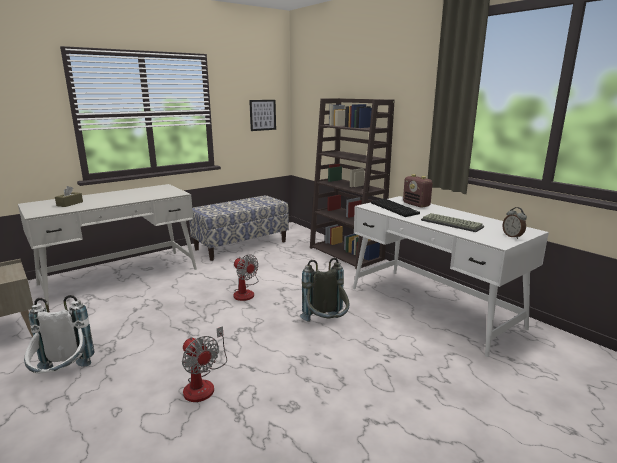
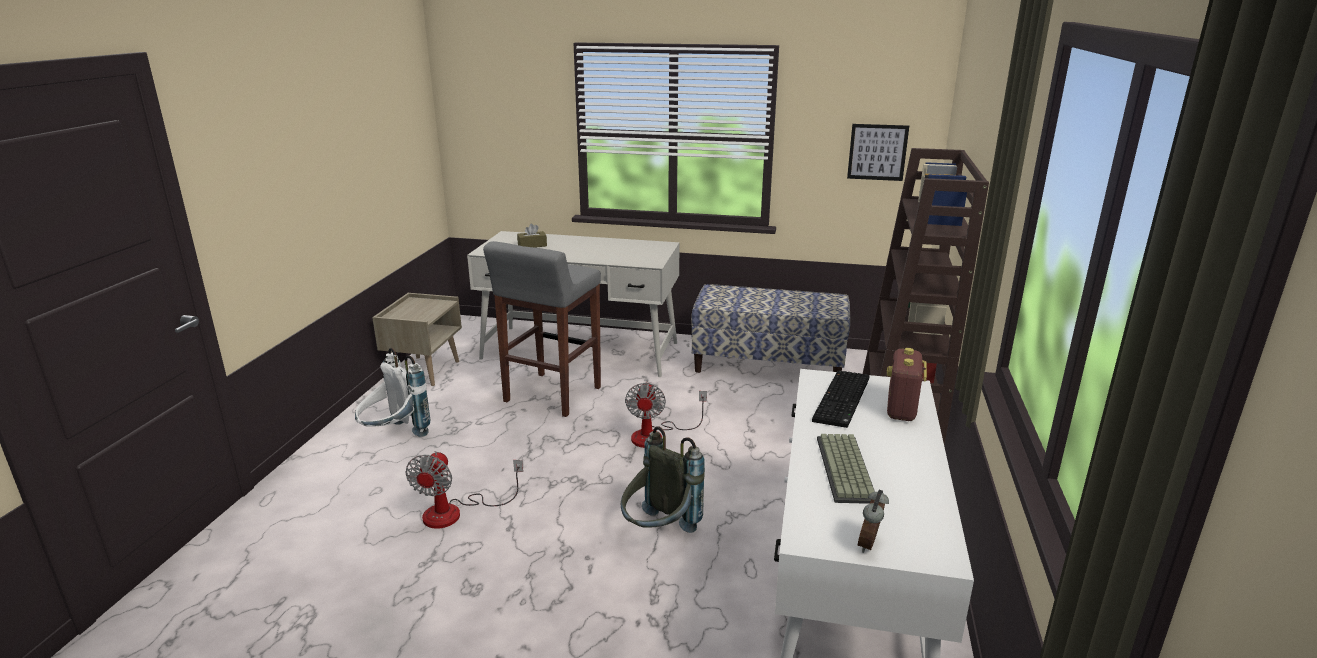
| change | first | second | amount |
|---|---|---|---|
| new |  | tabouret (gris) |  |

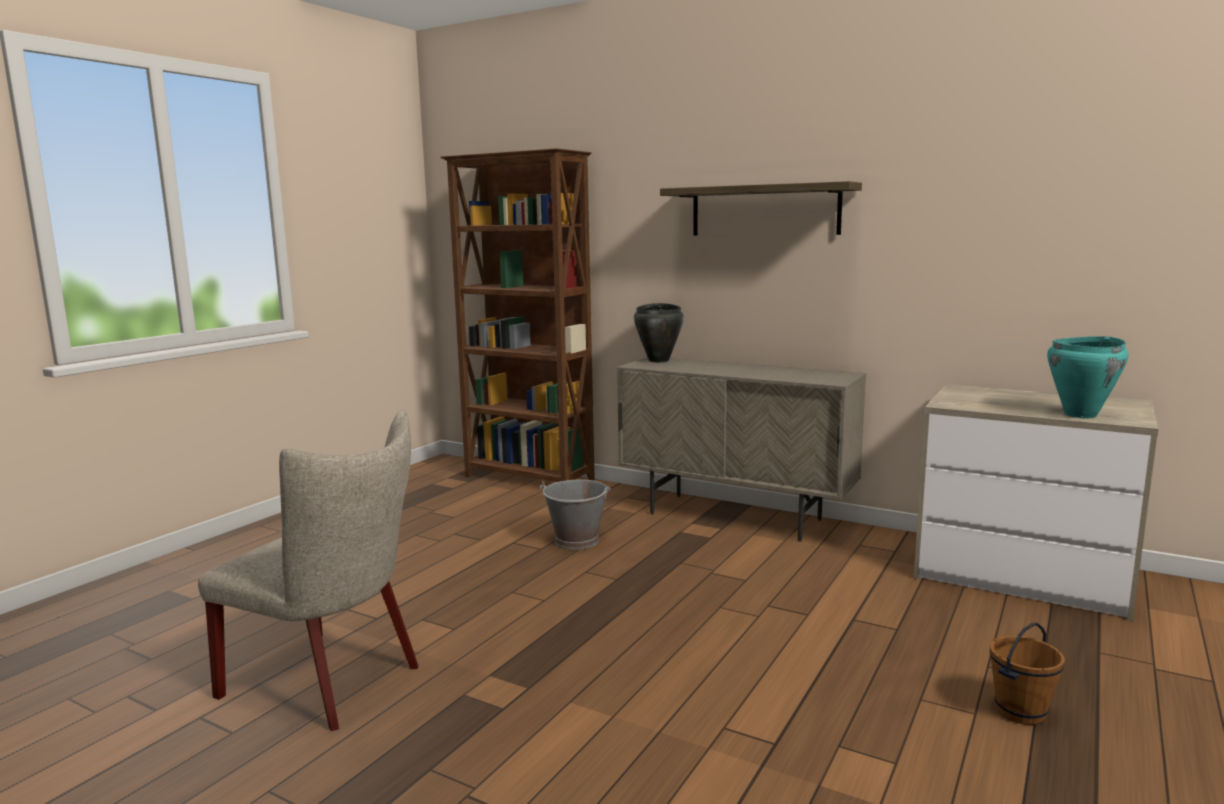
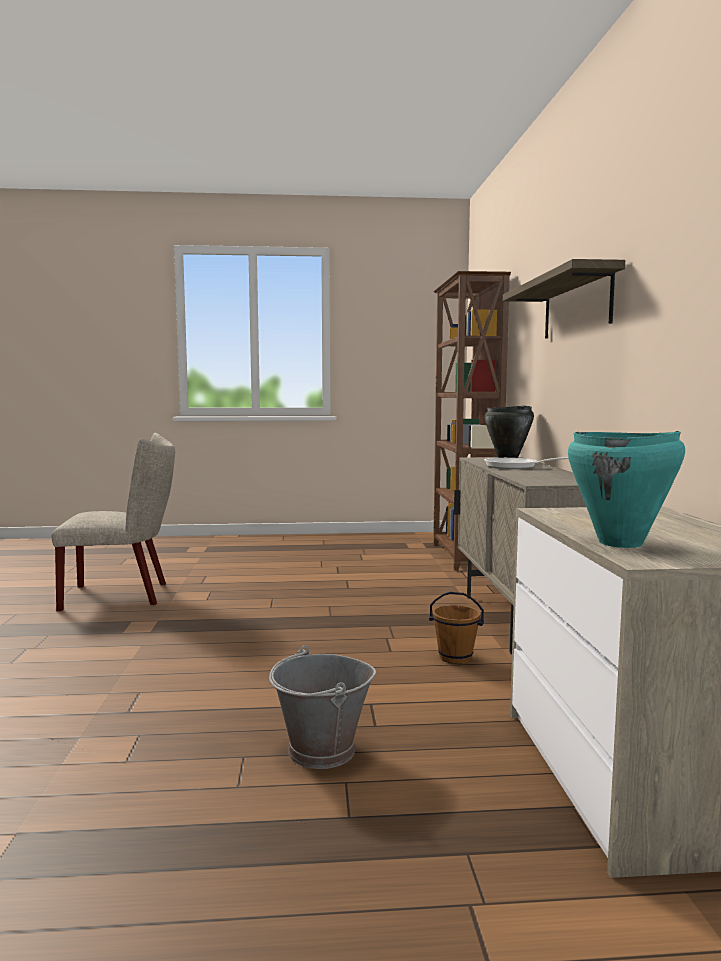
| change | first | second | amount |
|---|---|---|---|
| rotated | chaise (beige) |  | 90 degrees counterclockwise |
| shifted | seau (gris) |  |  |
| shifted | seau (marron) |  |  |
| new |  | poêle |  |

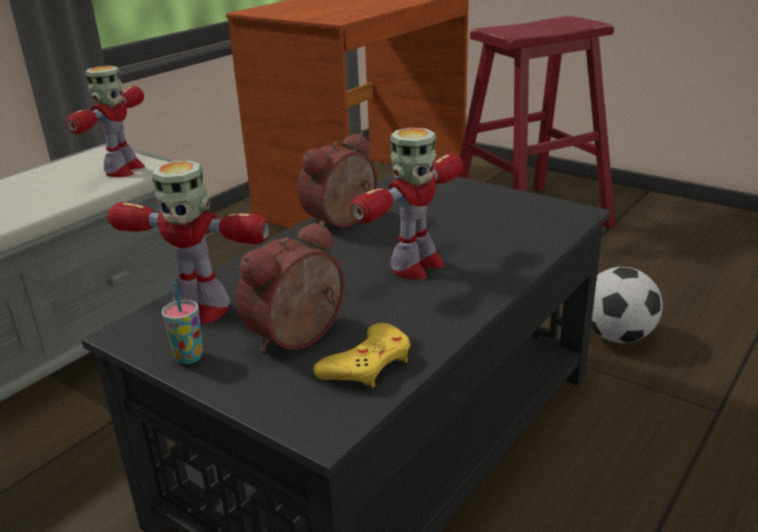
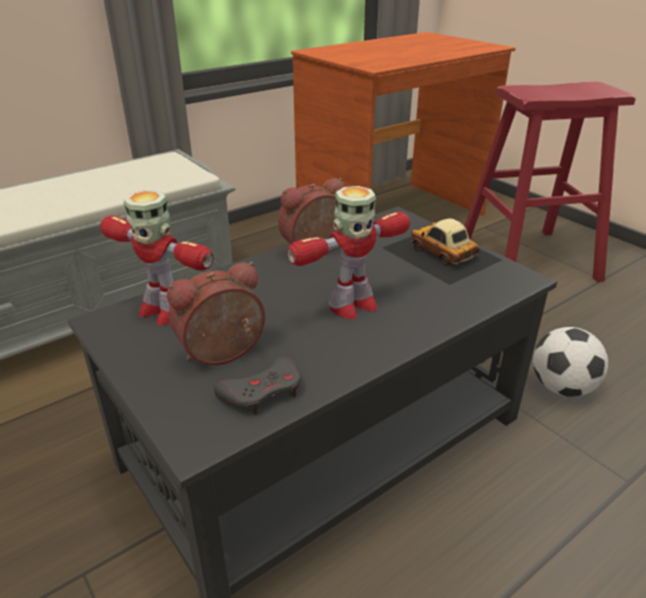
| change | first | second | amount |
|---|---|---|---|
| gone | robot jouet (no. 1 from left) |  |  |
| gone | tasse |  |  |
| repainted | manette (jaune) | manette (gris) |  |
| new |  | petite voiture |  |

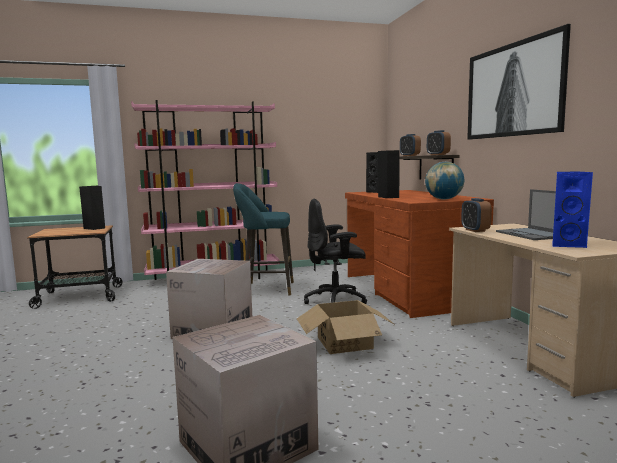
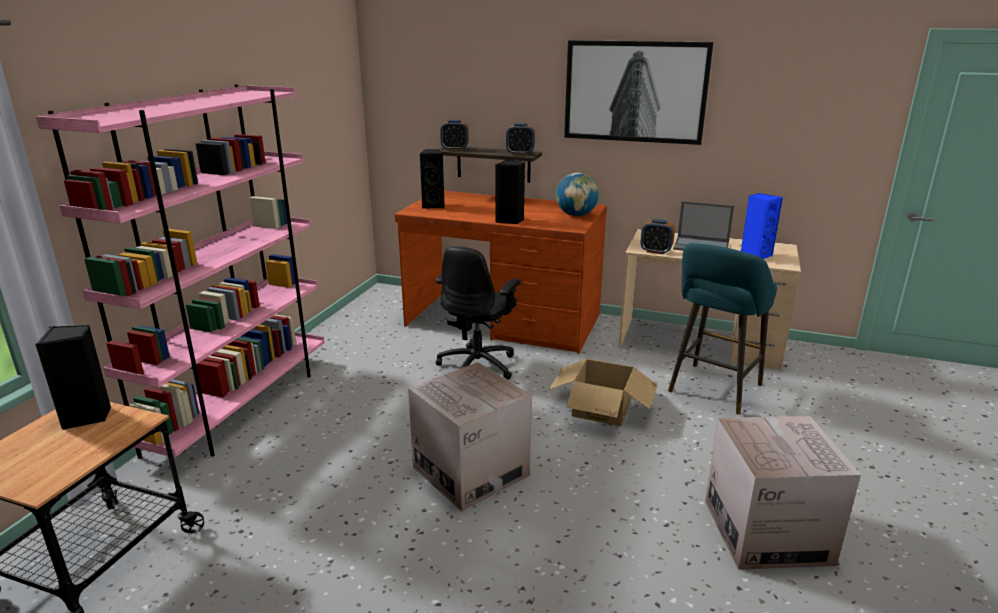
| change | first | second | amount |
|---|---|---|---|
| shifted | tabouret (turquoise) |  |  |

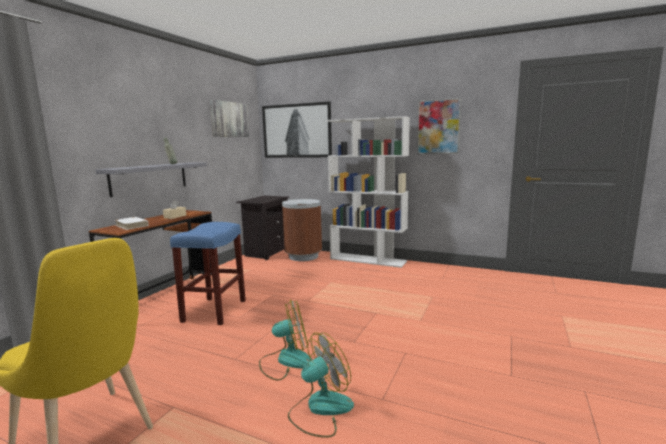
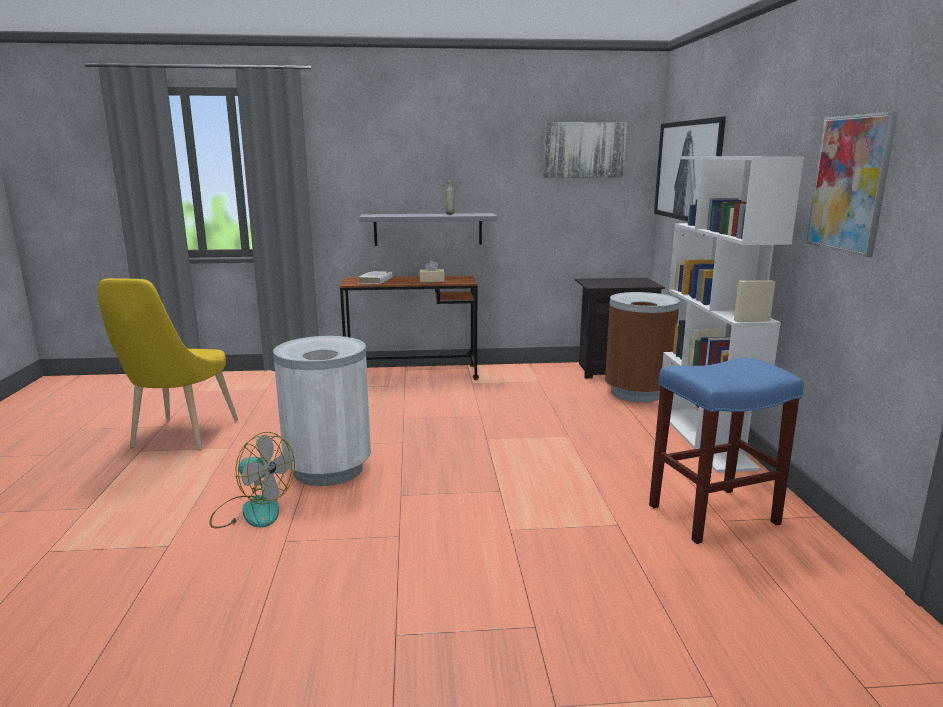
| change | first | second | amount |
|---|---|---|---|
| shifted | tabouret (bleu) |  |  |
| swapped | ventilateur (no. 1 from left) | poubelle (blanc) |  |

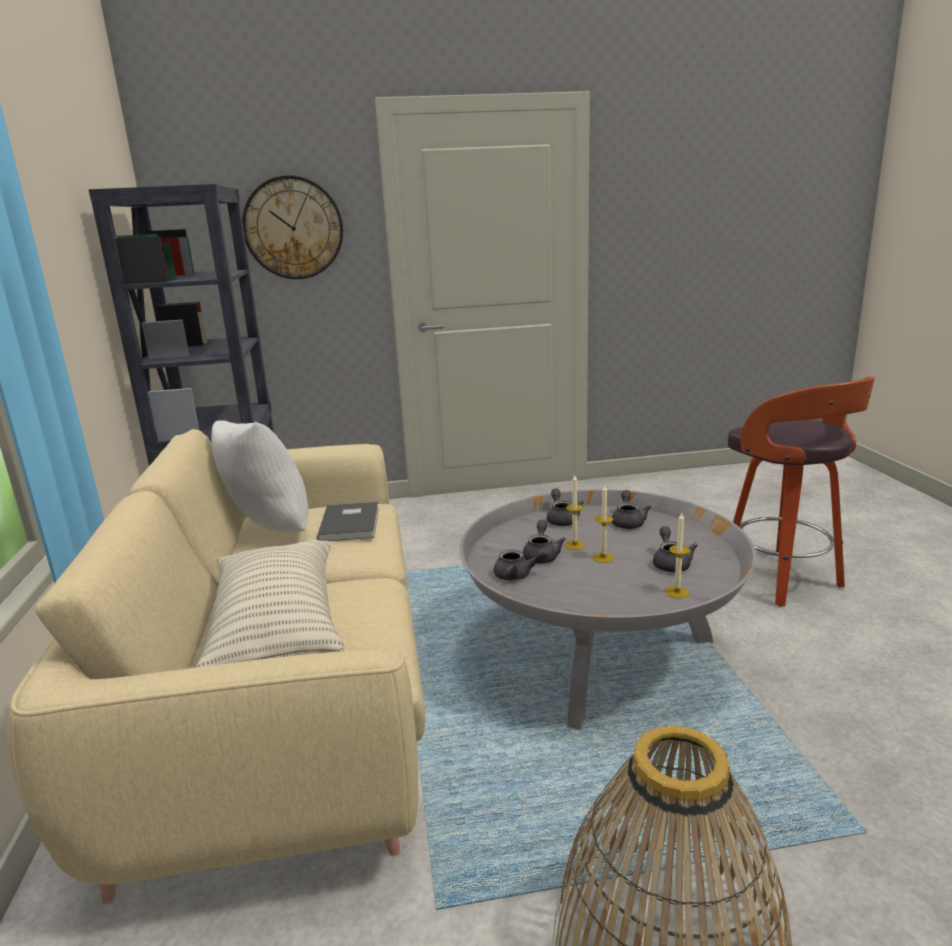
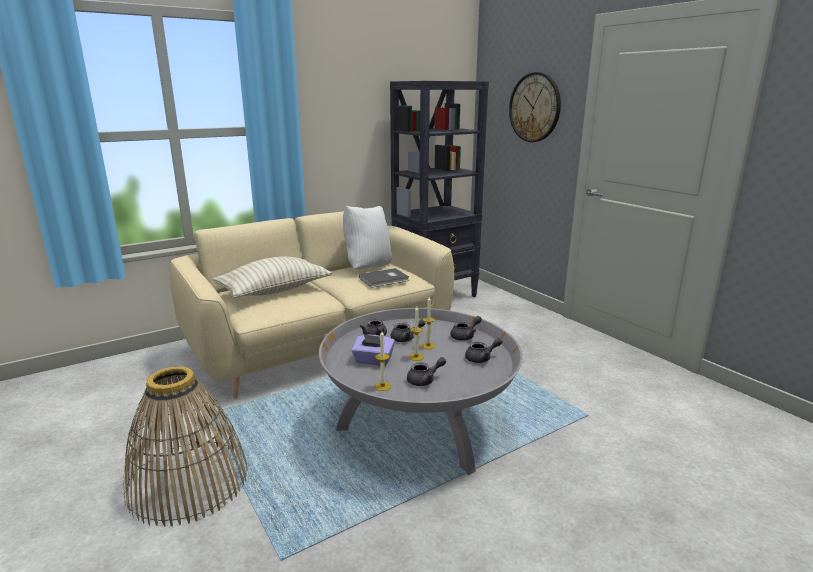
| change | first | second | amount |
|---|---|---|---|
| gone | tabouret |  |  |
| new |  | boîte à mouchoirs (violet) |  |

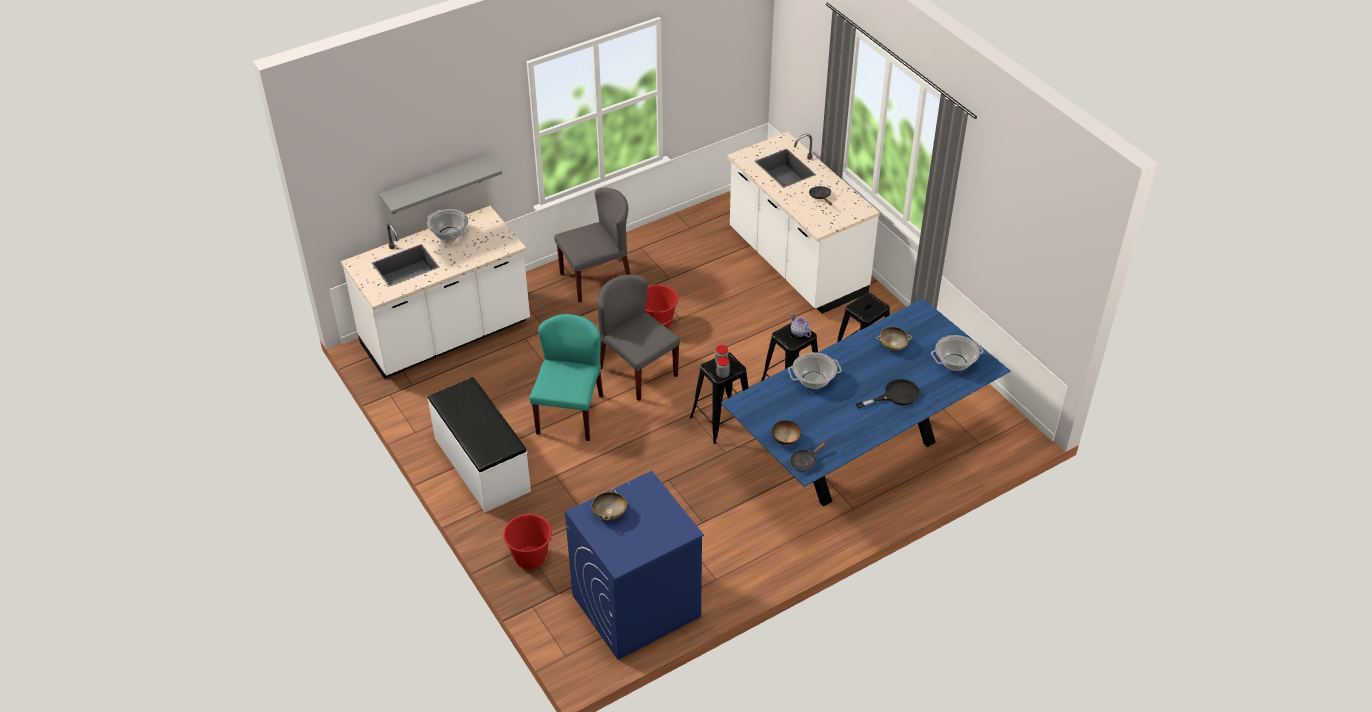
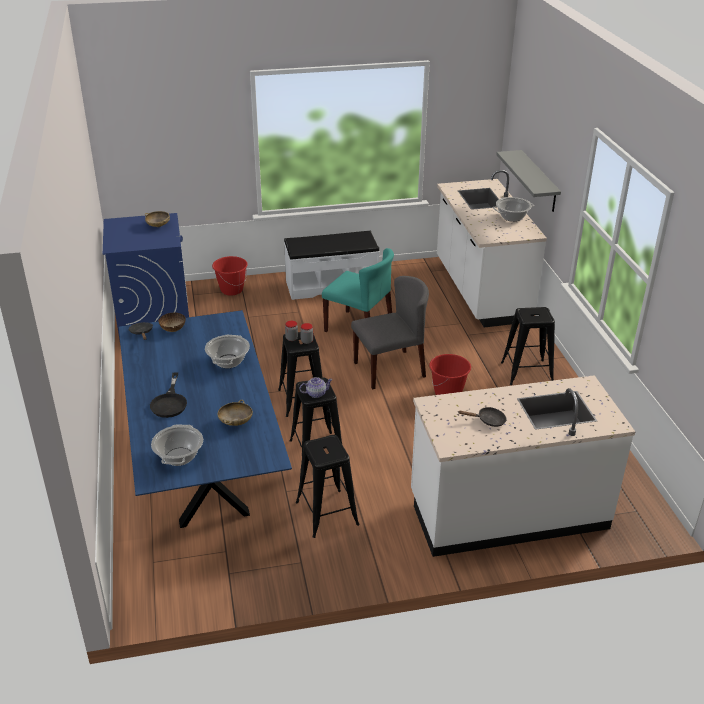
| change | first | second | amount |
|---|---|---|---|
| swapped | chaise (gris) (no. 1 from left) | tabouret (noir) (no. 4 from left) |  |

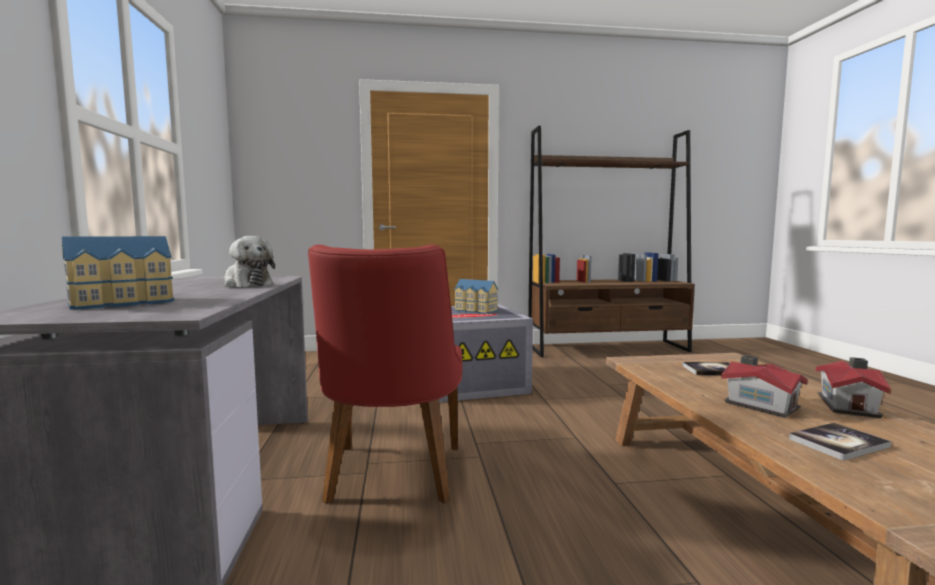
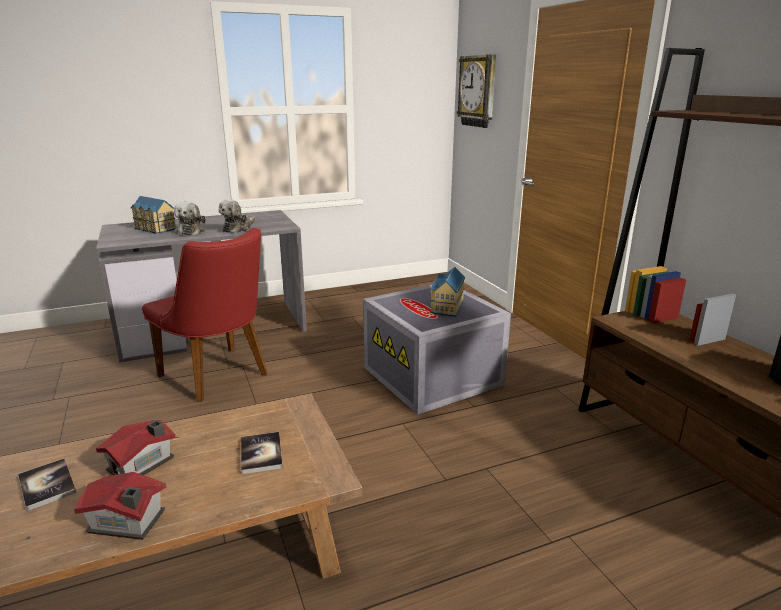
| change | first | second | amount |
|---|---|---|---|
| rotated | chaise (rouge) |  | 120 degrees counterclockwise |
| new |  | horloge murale |  |
| new |  | peluche (no. 1 from left) |  |

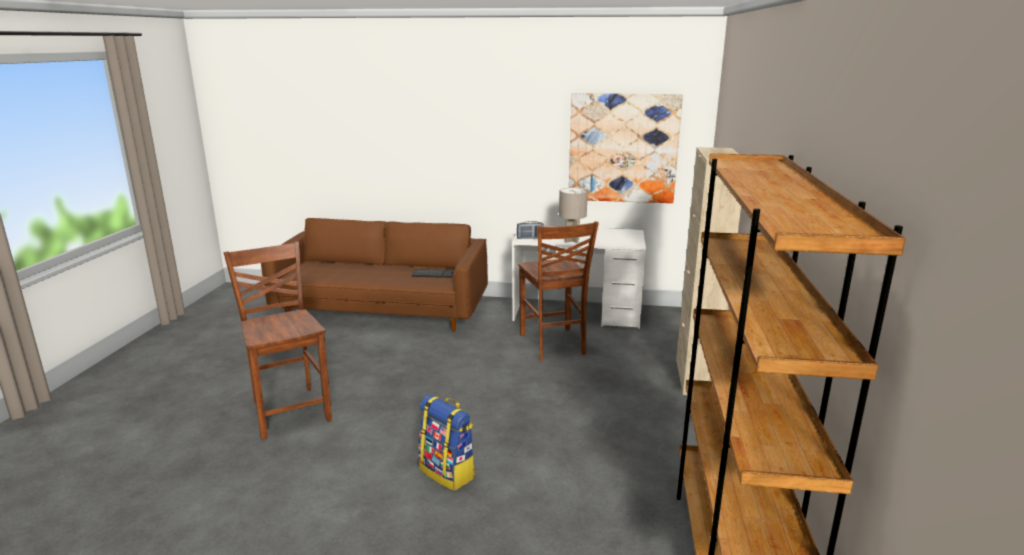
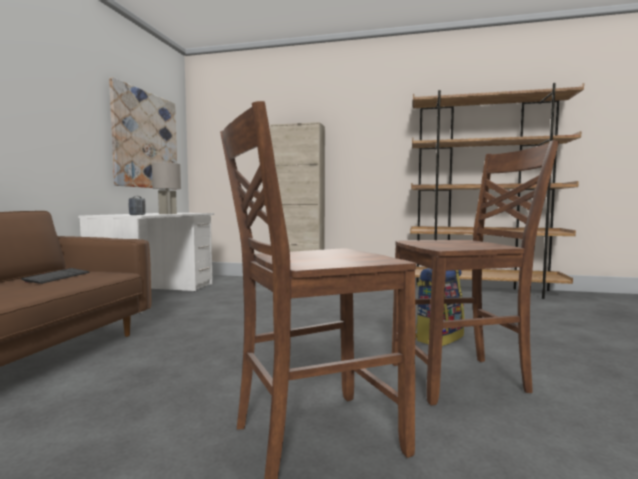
| change | first | second | amount |
|---|---|---|---|
| shifted | chaise (marron) (no. 2 from left) |  |  |

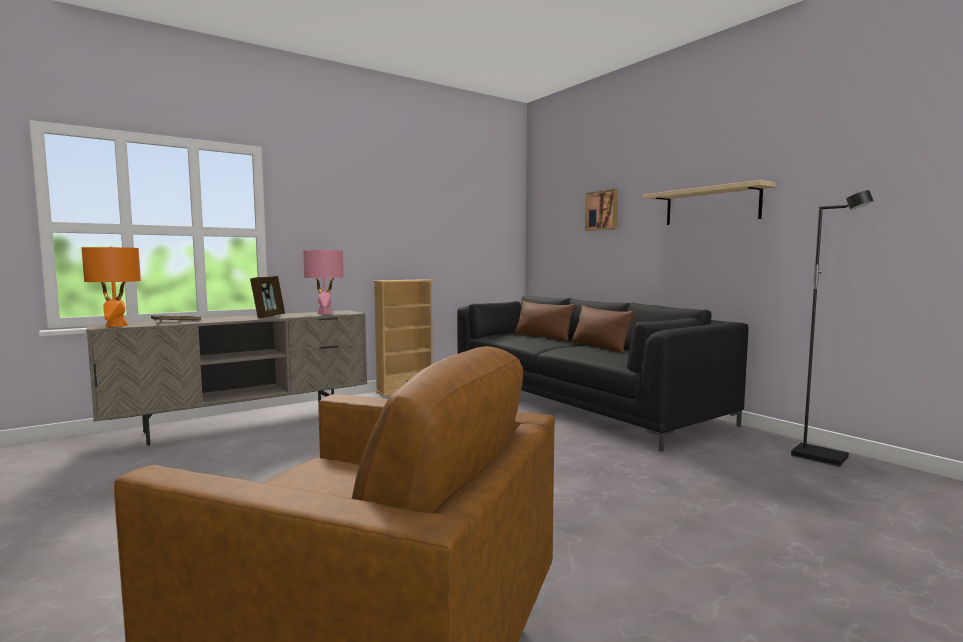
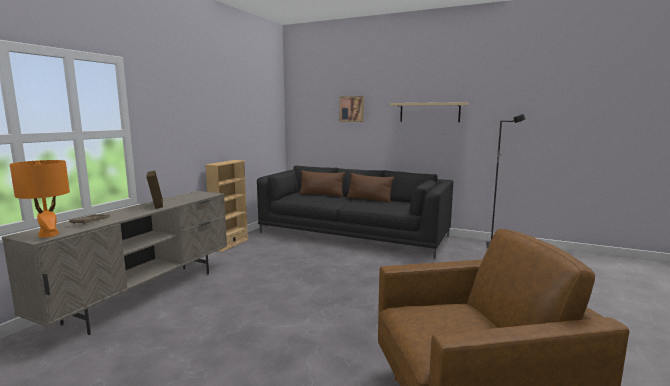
| change | first | second | amount |
|---|---|---|---|
| gone | lampe de table (rose) |  |  |

